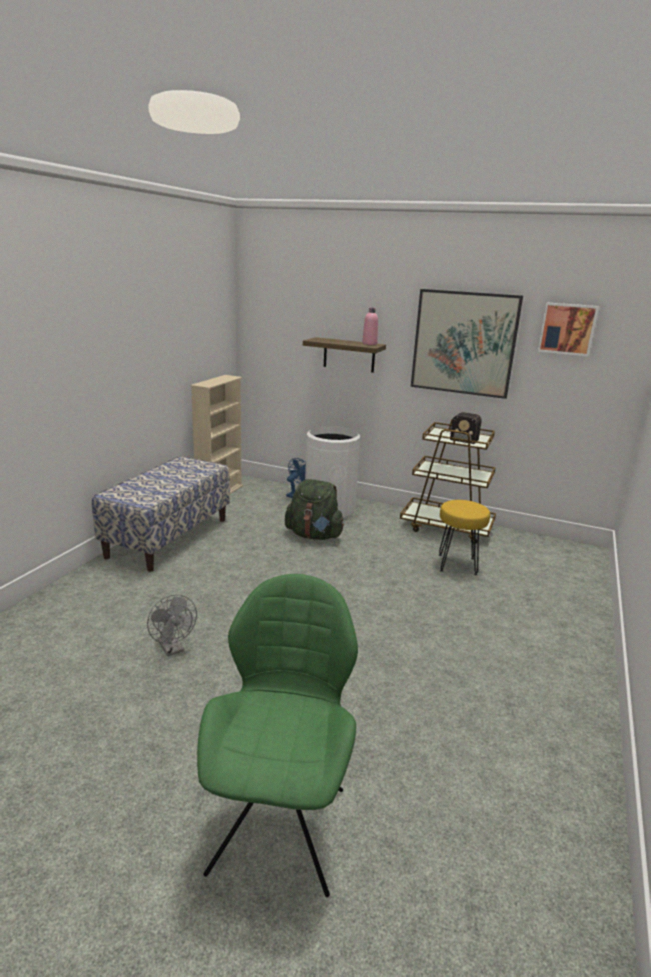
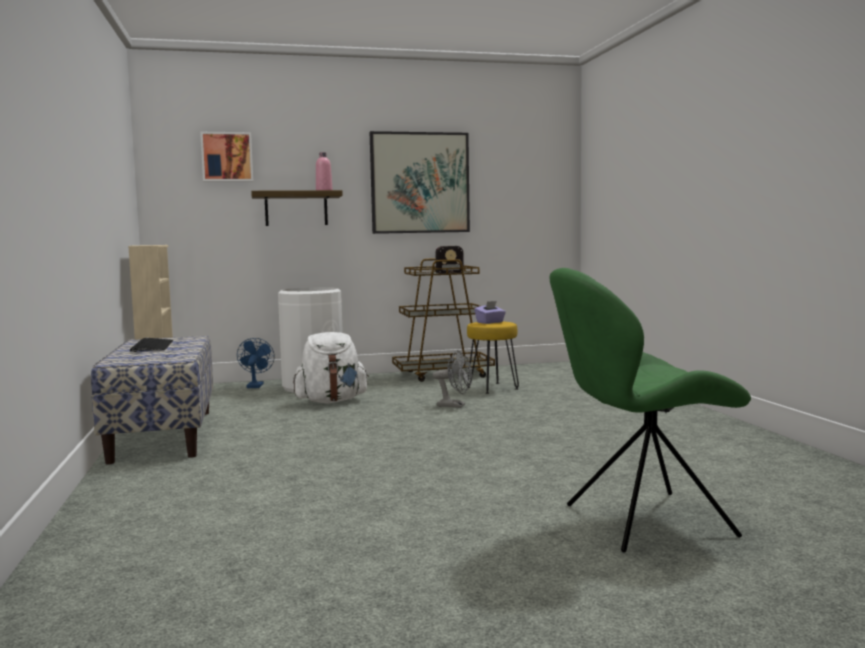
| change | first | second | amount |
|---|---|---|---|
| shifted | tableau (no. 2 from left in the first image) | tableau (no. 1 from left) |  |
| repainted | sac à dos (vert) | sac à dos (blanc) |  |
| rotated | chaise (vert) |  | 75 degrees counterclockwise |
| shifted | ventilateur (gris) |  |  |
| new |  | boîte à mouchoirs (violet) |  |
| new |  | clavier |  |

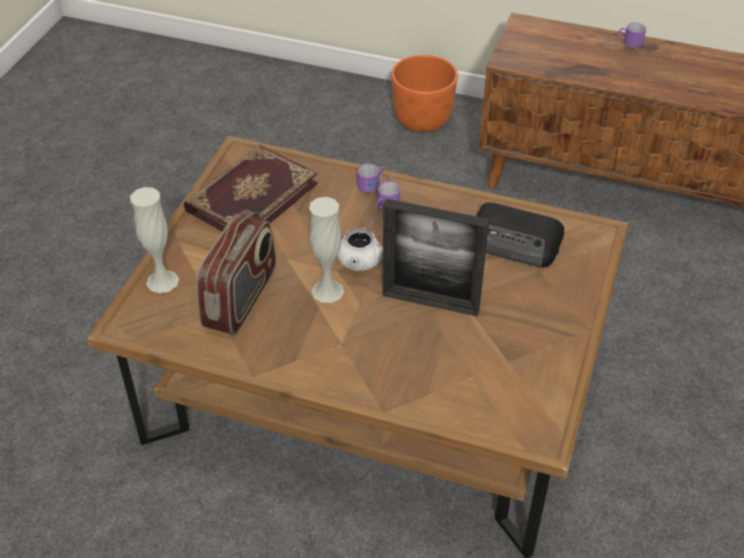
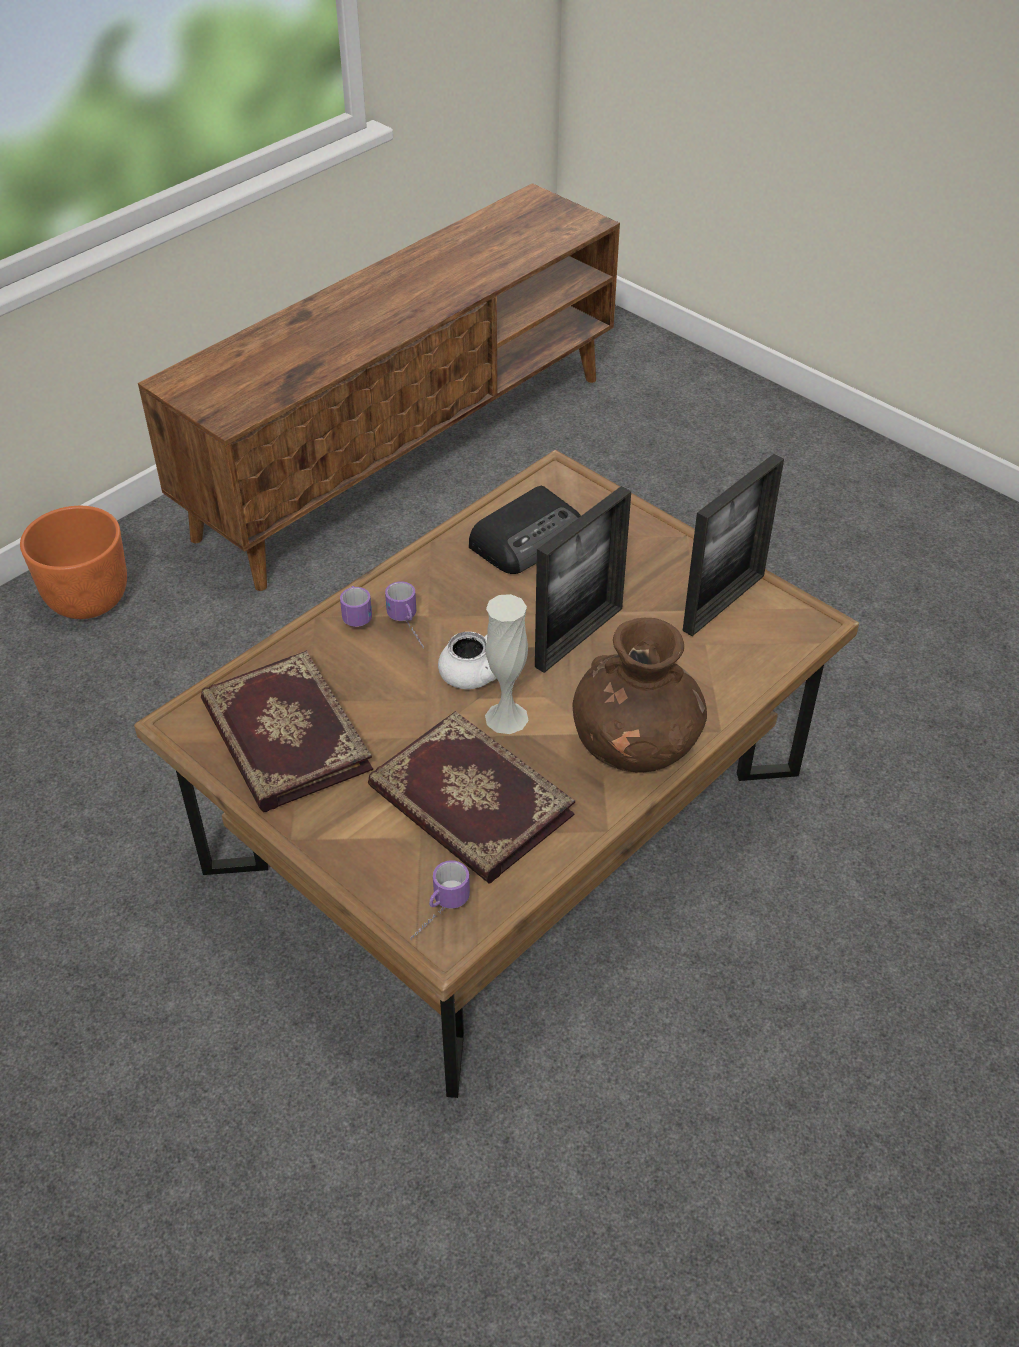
| change | first | second | amount |
|---|---|---|---|
| shifted | mug (no. 3 from left) |  |  |
| gone | vase (blanc) (no. 1 from left) |  |  |
| swapped | radio (no. 1 from left) | livre (no. 2 from left) |  |
| new |  | cadre photo (no. 2 from left) |  |
| new |  | vase (marron) |  |

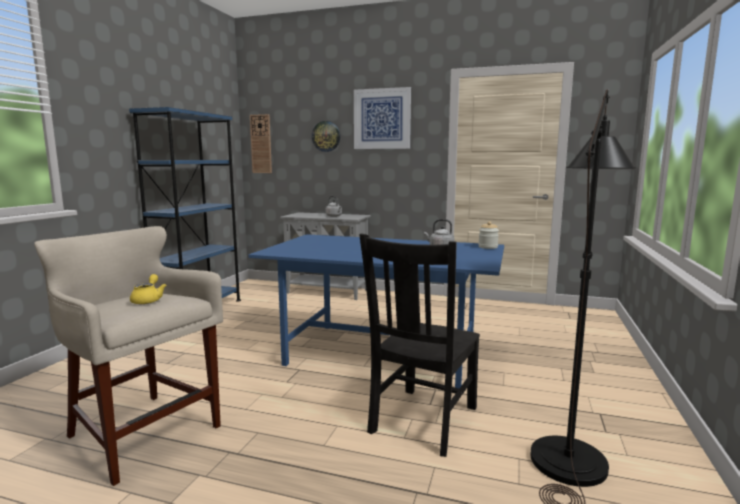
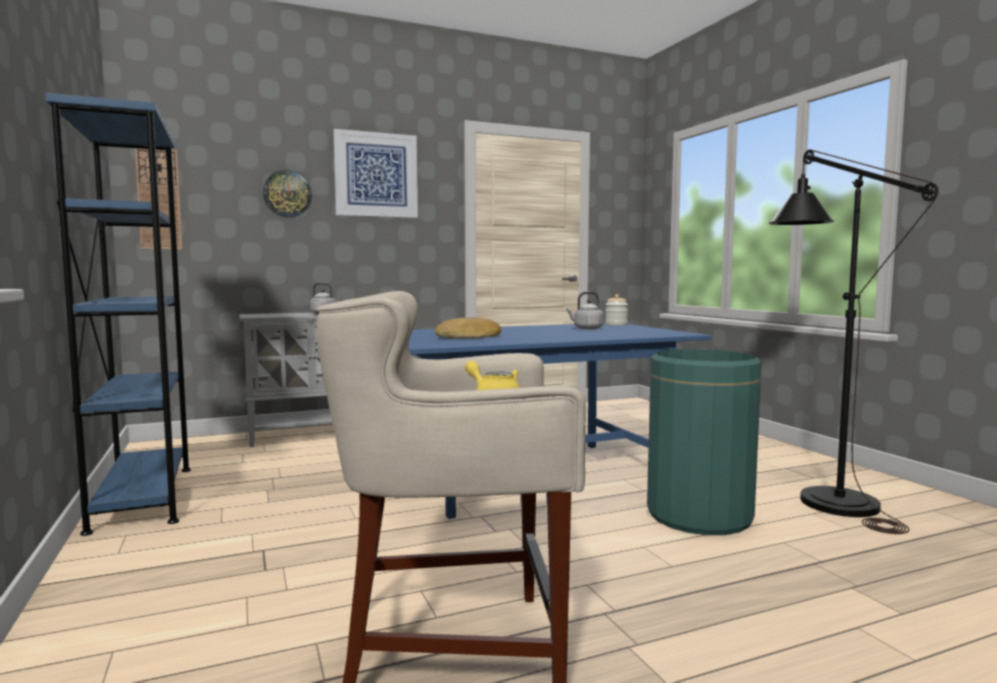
| change | first | second | amount |
|---|---|---|---|
| swapped | chaise (noir) | poubelle (vert) |  |
| new |  | pain |  |

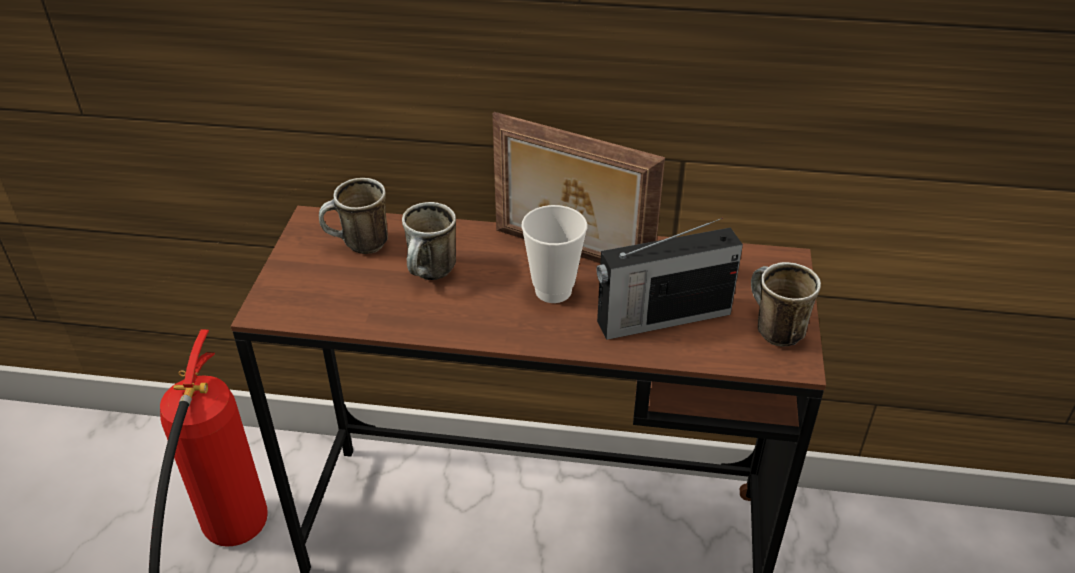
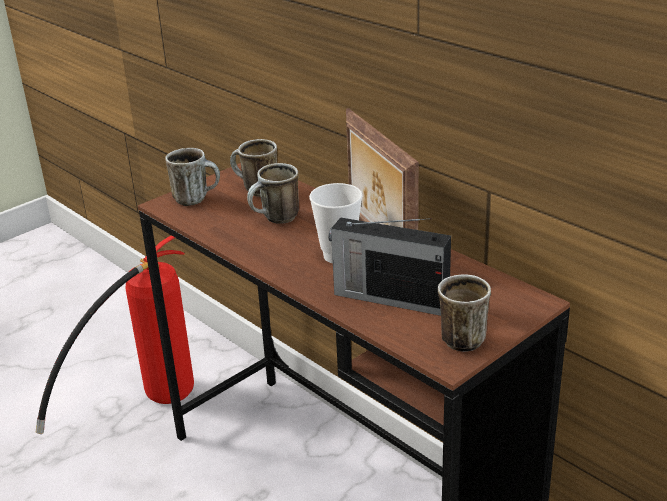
| change | first | second | amount |
|---|---|---|---|
| new |  | mug (no. 1 from left) |  |

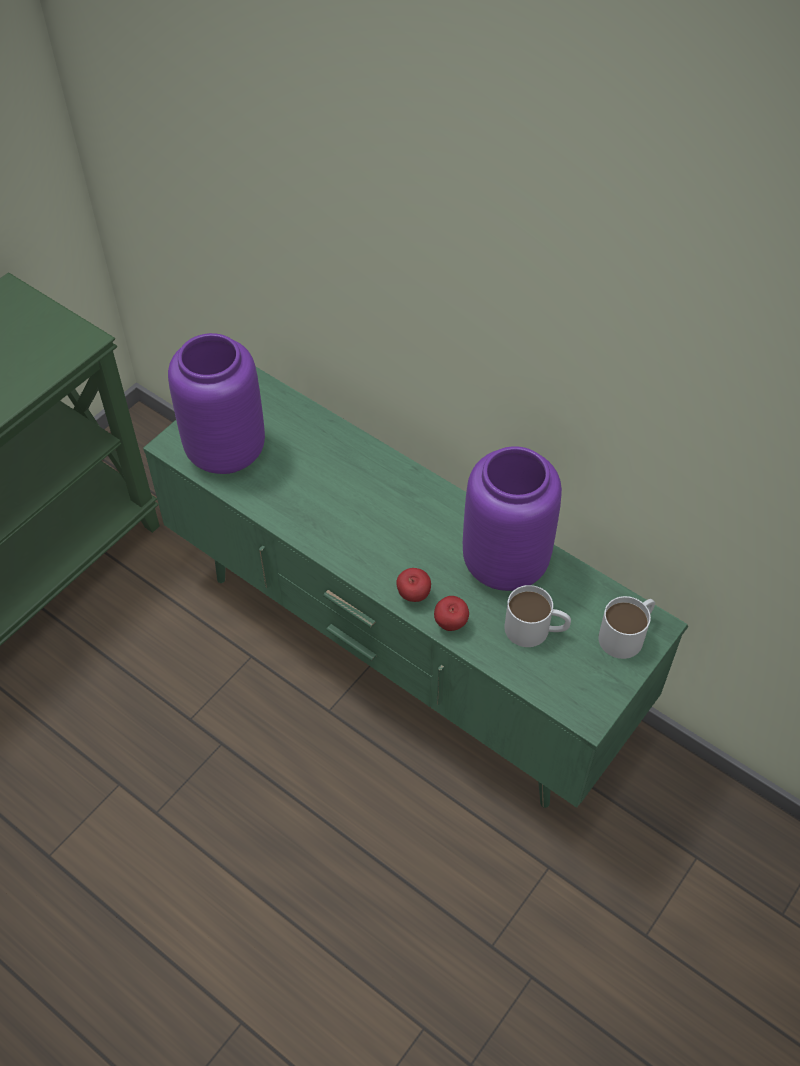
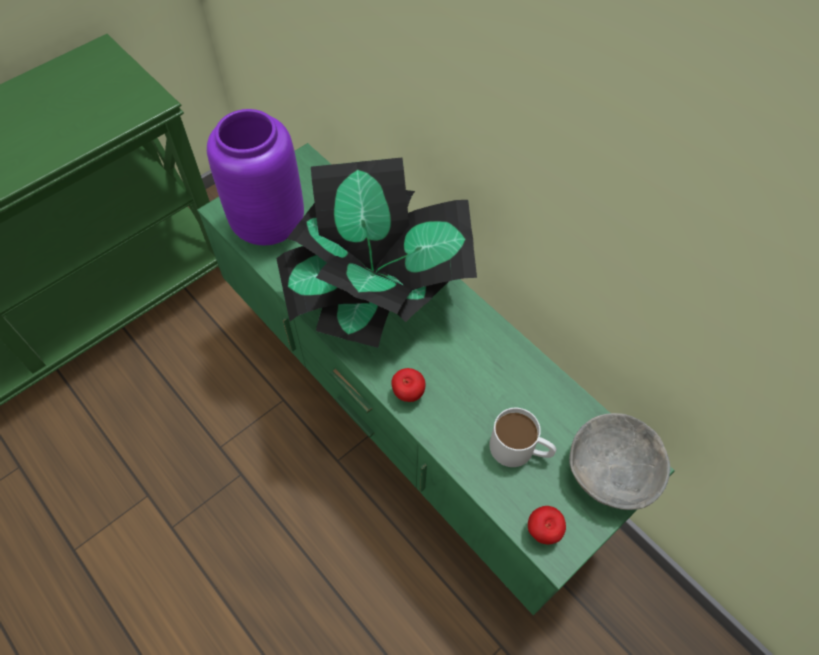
| change | first | second | amount |
|---|---|---|---|
| gone | vase (violet) (no. 2 from left) |  |  |
| shifted | pomme (no. 2 from left) |  |  |
| swapped | mug (blanc) (no. 2 from left) | bol (gris) |  |
| new |  | plante en pot |  |

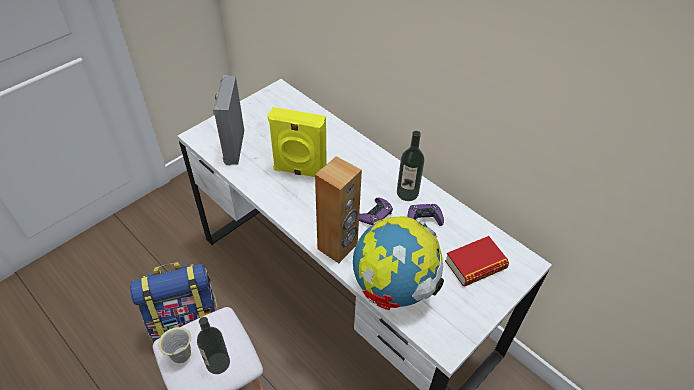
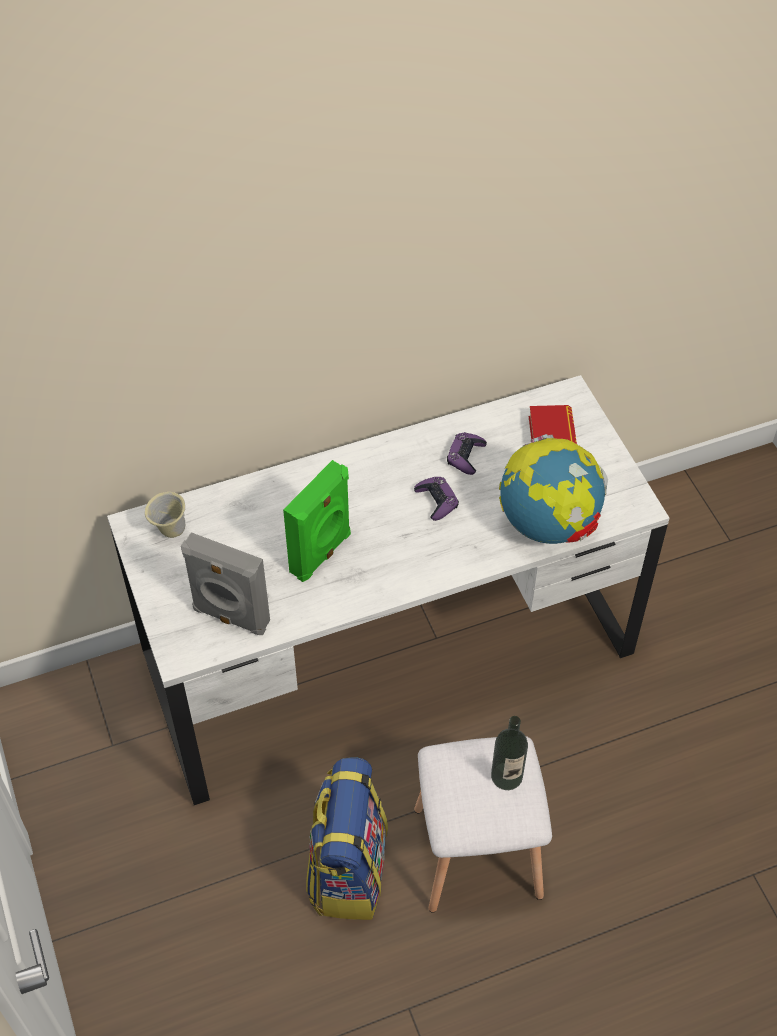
| change | first | second | amount |
|---|---|---|---|
| repainted | enceinte (jaune) | enceinte (vert) |  |
| gone | bouteille (no. 2 from left) |  |  |
| gone | enceinte (marron) |  |  |
| shifted | mug (beige) |  |  |

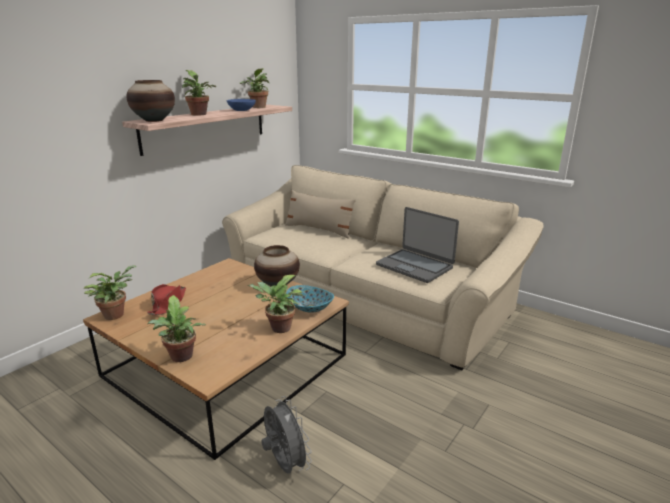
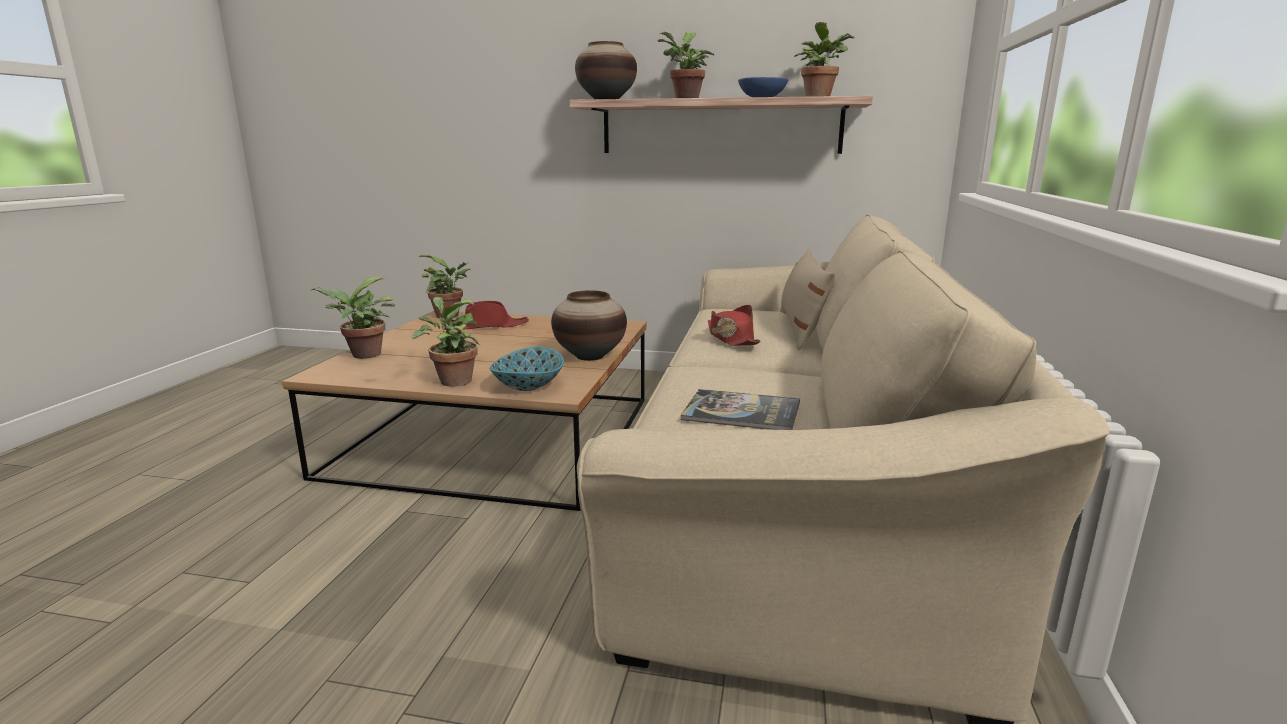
| change | first | second | amount |
|---|---|---|---|
| swapped | ordinateur portable | livre |  |
| gone | ventilateur (gris) |  |  |
| new |  | chapeau (rouge) (no. 2 from left) |  |

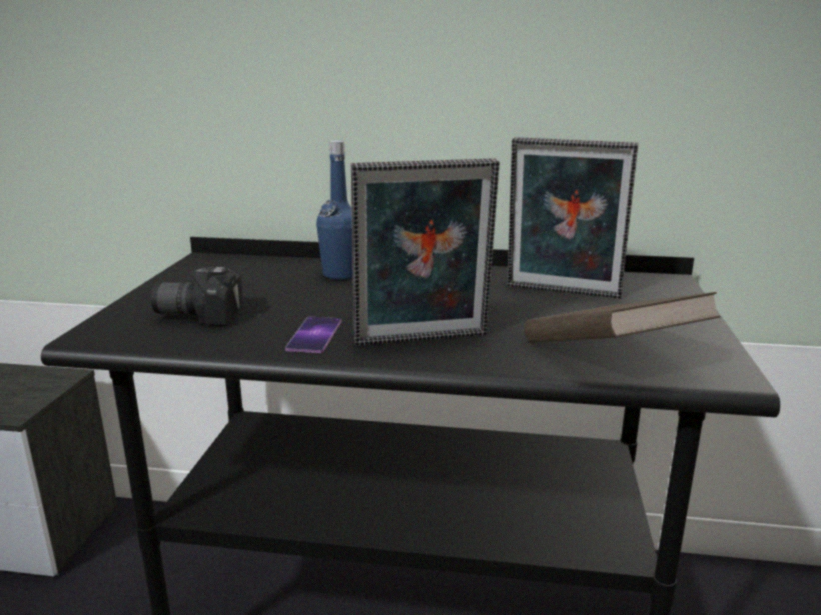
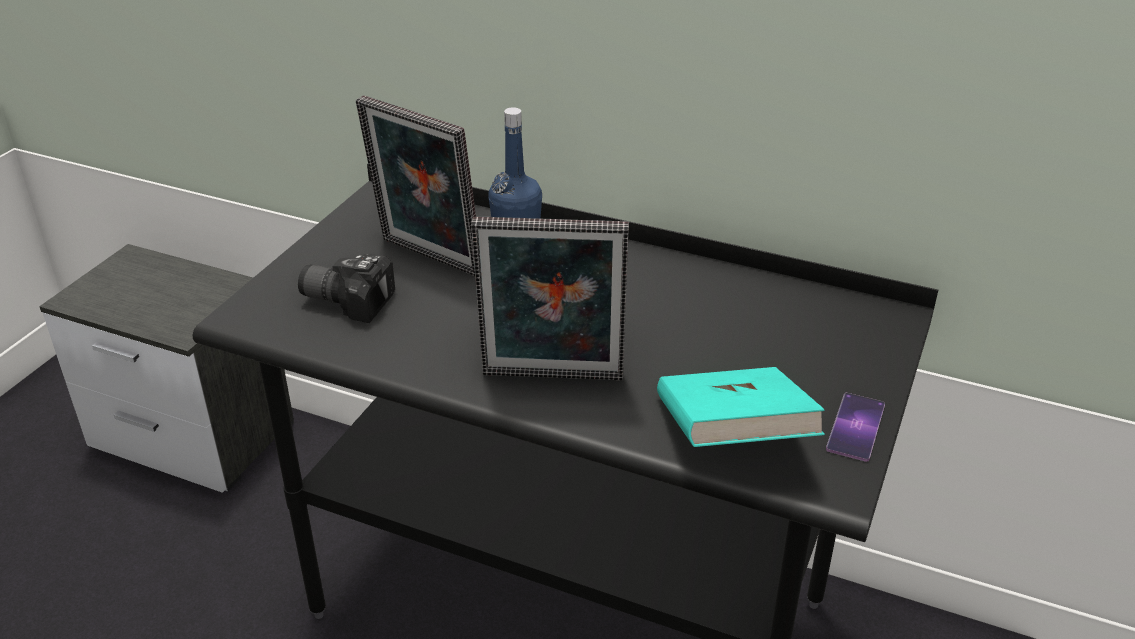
| change | first | second | amount |
|---|---|---|---|
| shifted | cadre photo (no. 2 from left in the first image) | cadre photo (no. 1 from left) |  |
| repainted | livre (marron) | livre (turquoise) |  |
| shifted | téléphone |  |  |

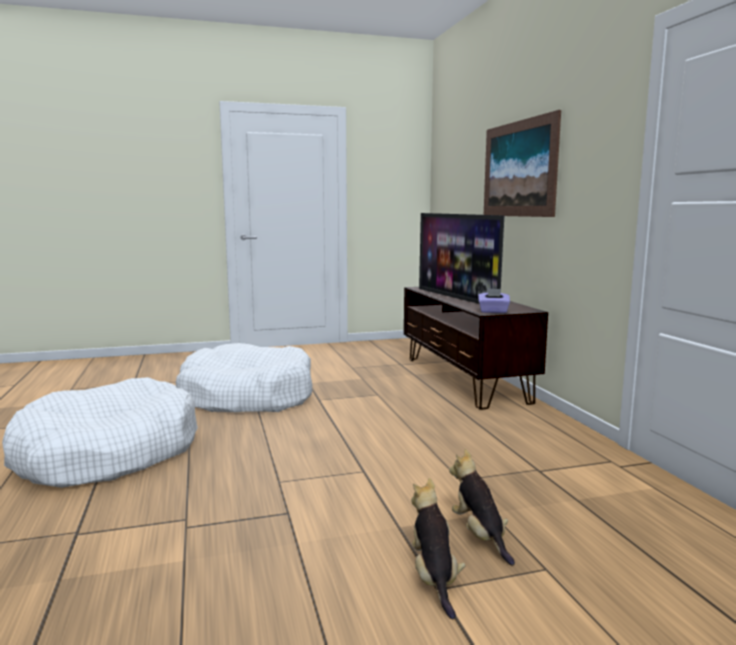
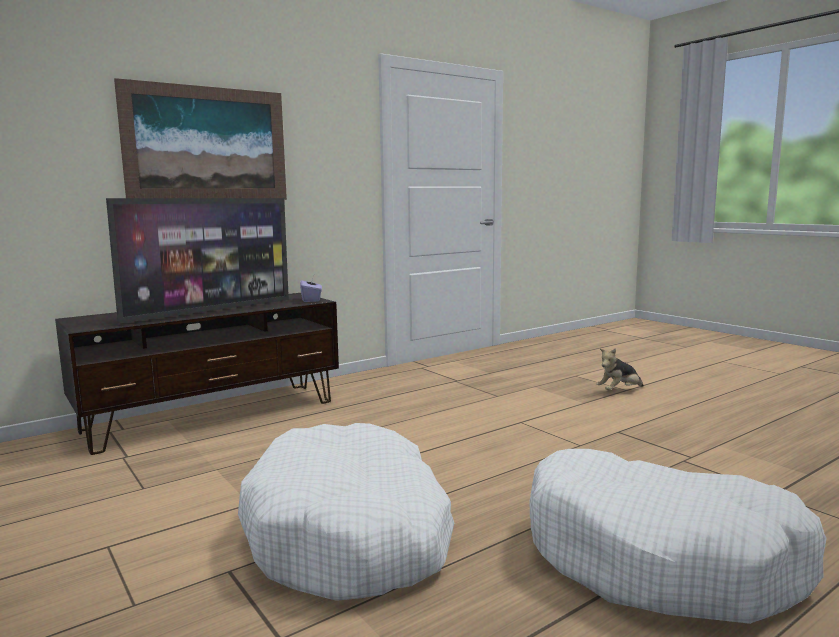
| change | first | second | amount |
|---|---|---|---|
| gone | peluche (no. 2 from left) |  |  |

